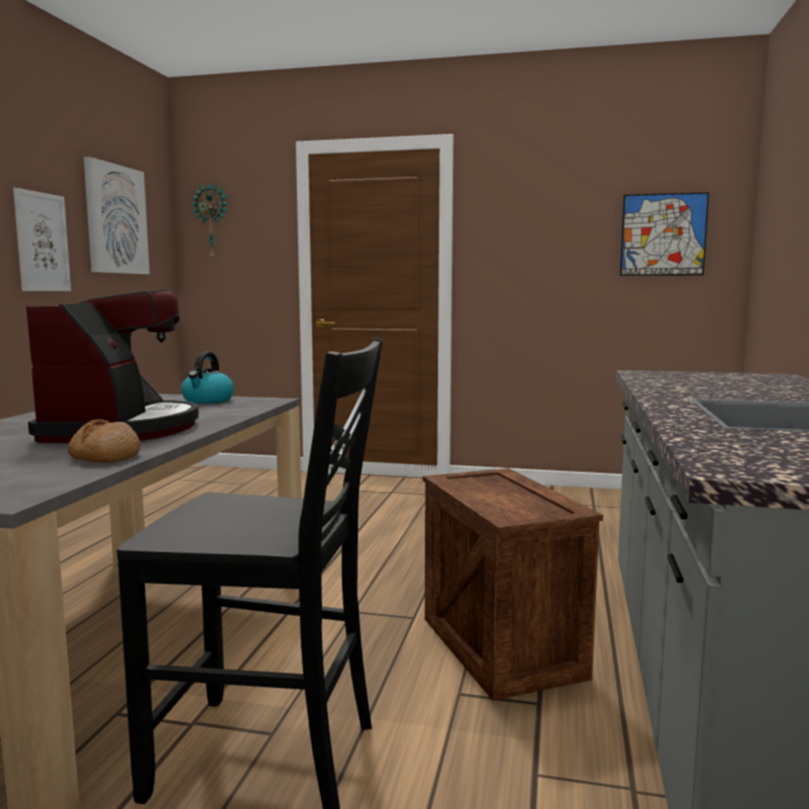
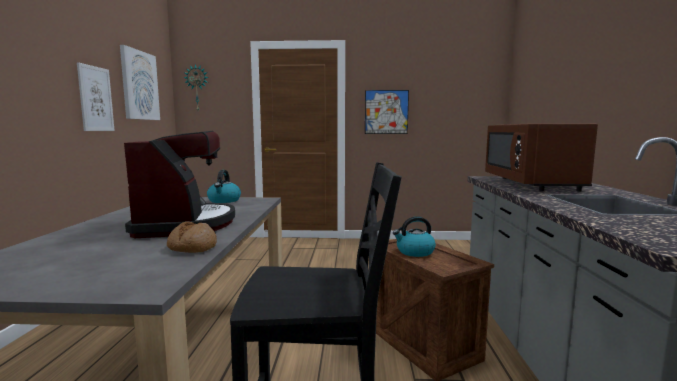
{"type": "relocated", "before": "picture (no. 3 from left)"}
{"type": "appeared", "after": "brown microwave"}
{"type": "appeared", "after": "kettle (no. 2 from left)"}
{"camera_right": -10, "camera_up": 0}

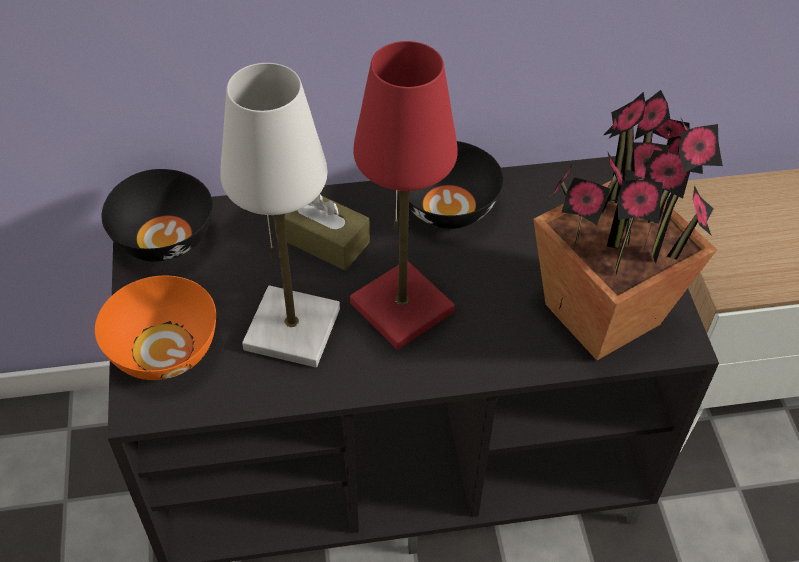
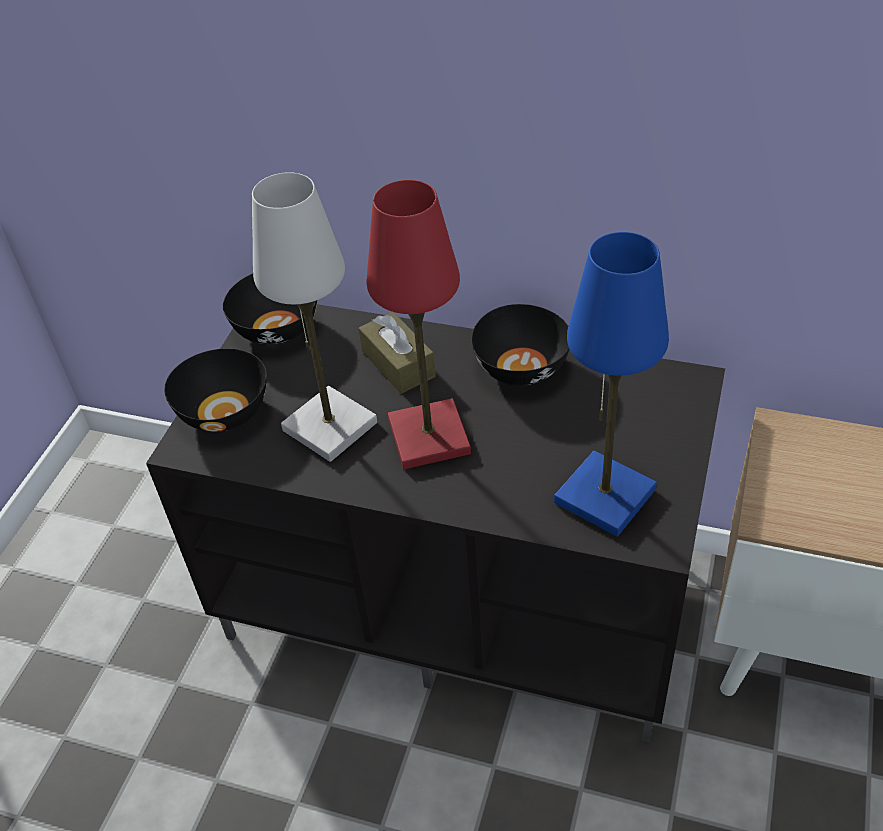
{"type": "exchanged", "before": "potted plant", "after": "blue table lamp"}
{"type": "colour", "before": "orange bowl", "after": "black bowl (no. 1 from left)"}
{"camera_right": 30, "camera_up": -5}

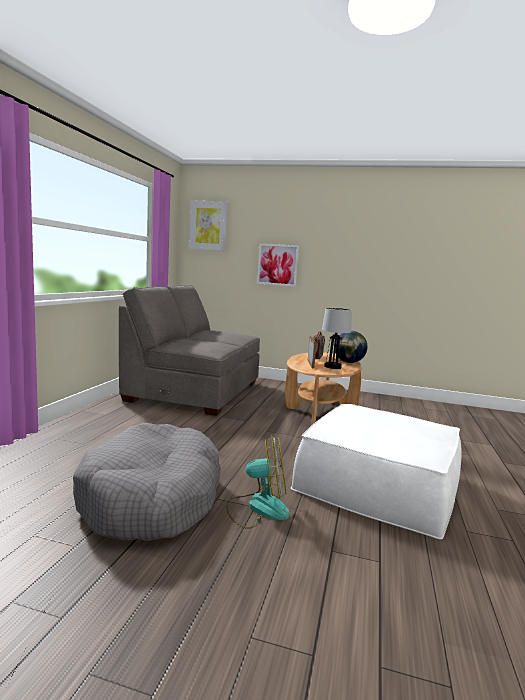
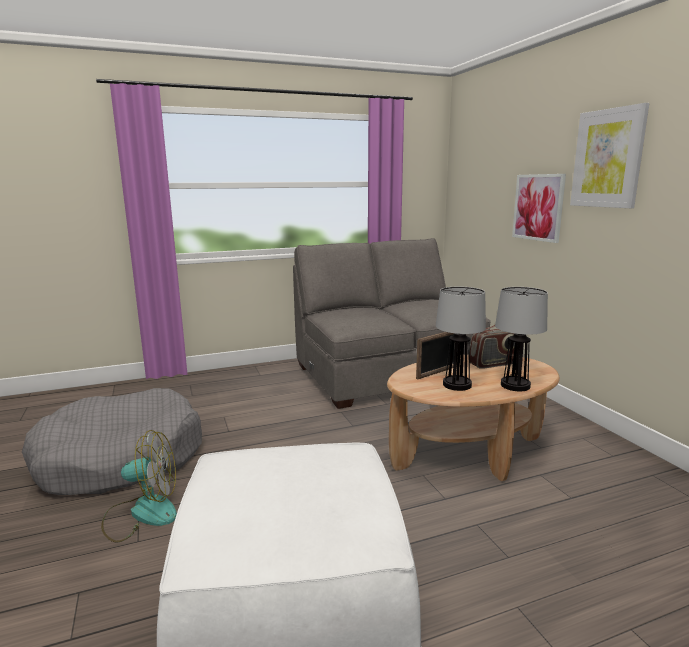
{"type": "relocated", "before": "picture (no. 1 from left in the first image)", "after": "picture (no. 2 from left)"}
{"type": "exchanged", "before": "globe", "after": "table lamp (no. 2 from left)"}
{"type": "spun", "before": "fan", "turn": -60}
{"camera_right": 55, "camera_up": 5}

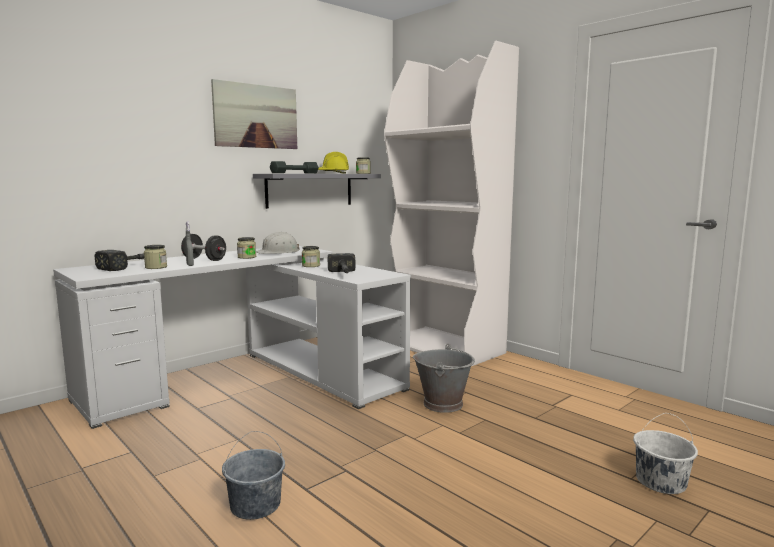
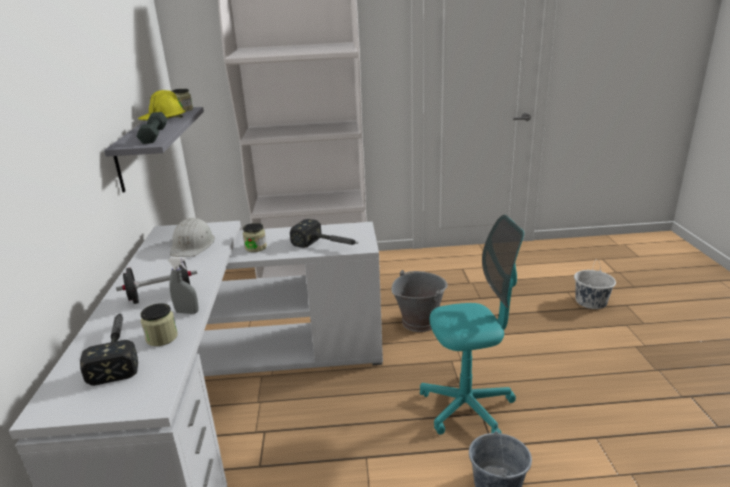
{"type": "missing", "before": "picture"}
{"type": "missing", "before": "jar (no. 2 from left)"}
{"type": "appeared", "after": "turquoise office chair"}
{"camera_right": -50, "camera_up": 15}

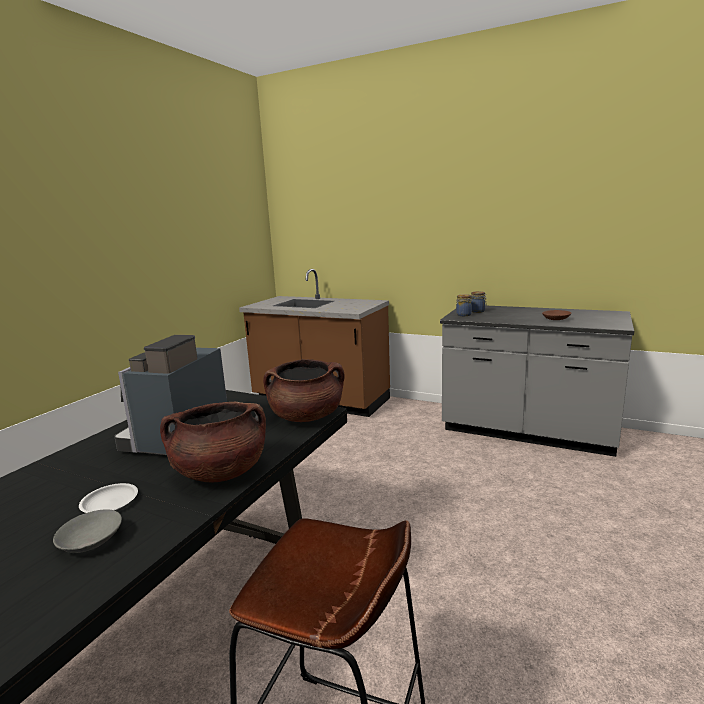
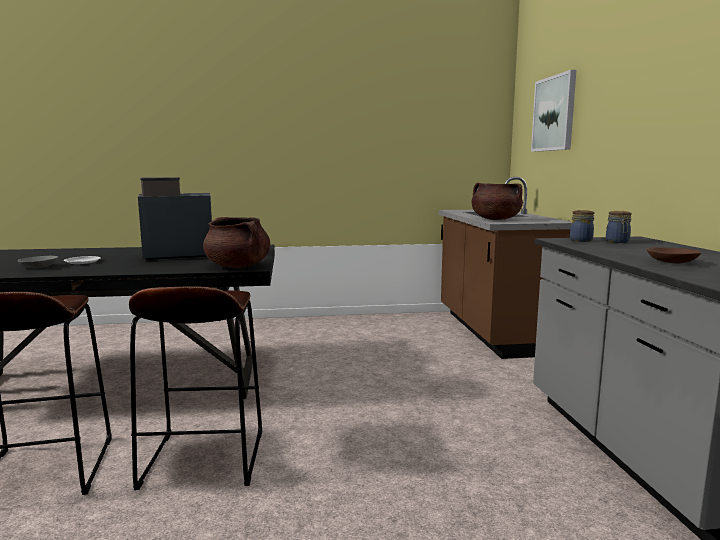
{"type": "relocated", "before": "brown cooking pot (no. 1 from left in the first image)", "after": "brown cooking pot (no. 2 from left)"}
{"type": "appeared", "after": "picture"}
{"type": "appeared", "after": "brown stool (no. 2 from left)"}
{"camera_right": 55, "camera_up": -5}

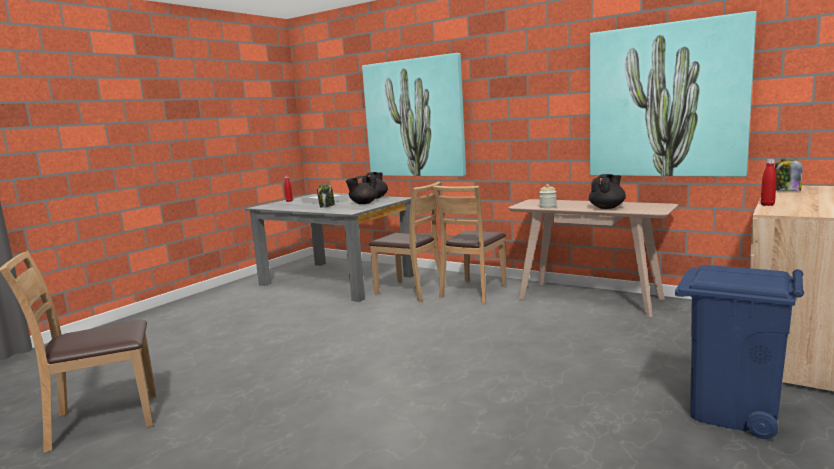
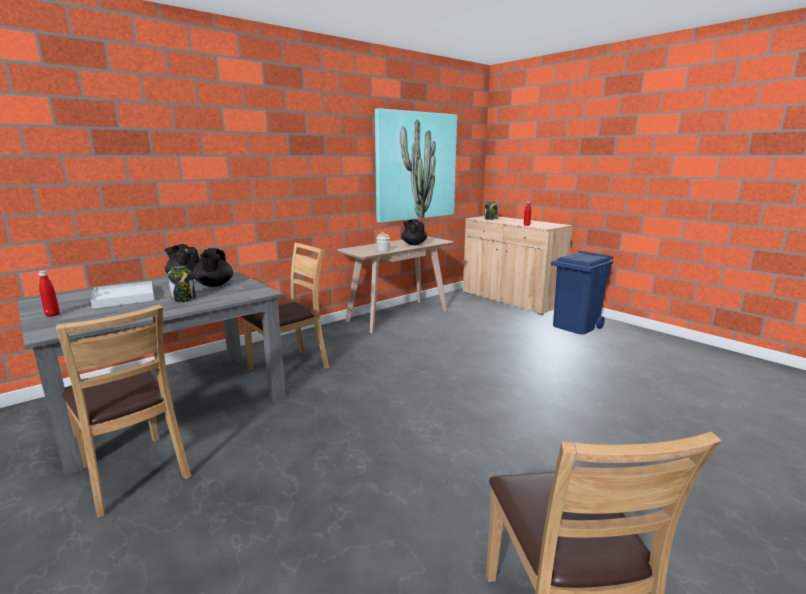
{"type": "missing", "before": "picture (no. 1 from left)"}
{"type": "relocated", "before": "brown chair (no. 3 from left in the first image)", "after": "brown chair (no. 1 from left)"}
{"camera_right": -75, "camera_up": 5}

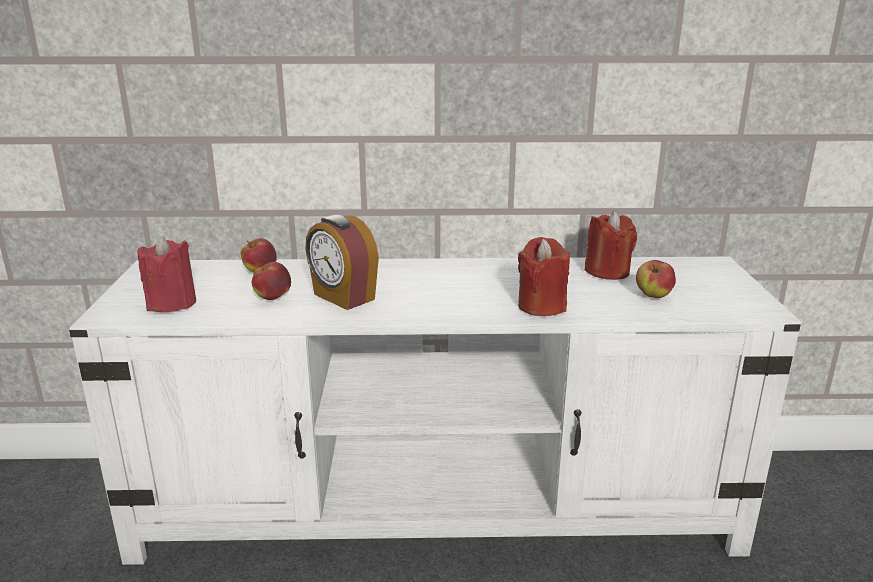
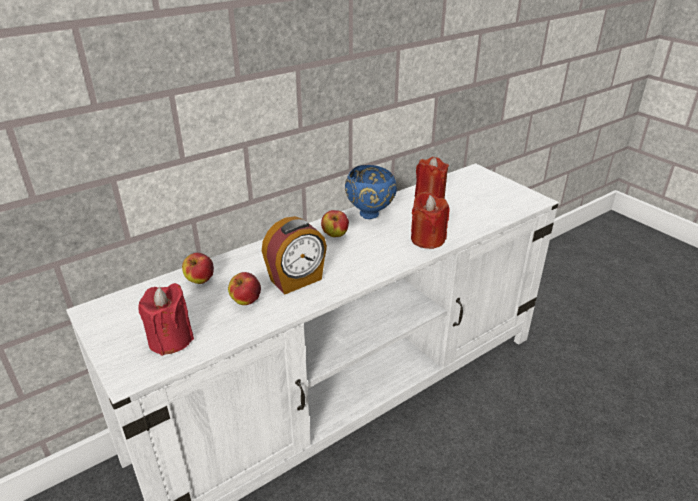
{"type": "spun", "before": "alarm clock", "turn": -45}
{"type": "relocated", "before": "apple (no. 3 from left)"}
{"type": "appeared", "after": "blue bowl"}
{"camera_right": -35, "camera_up": 10}

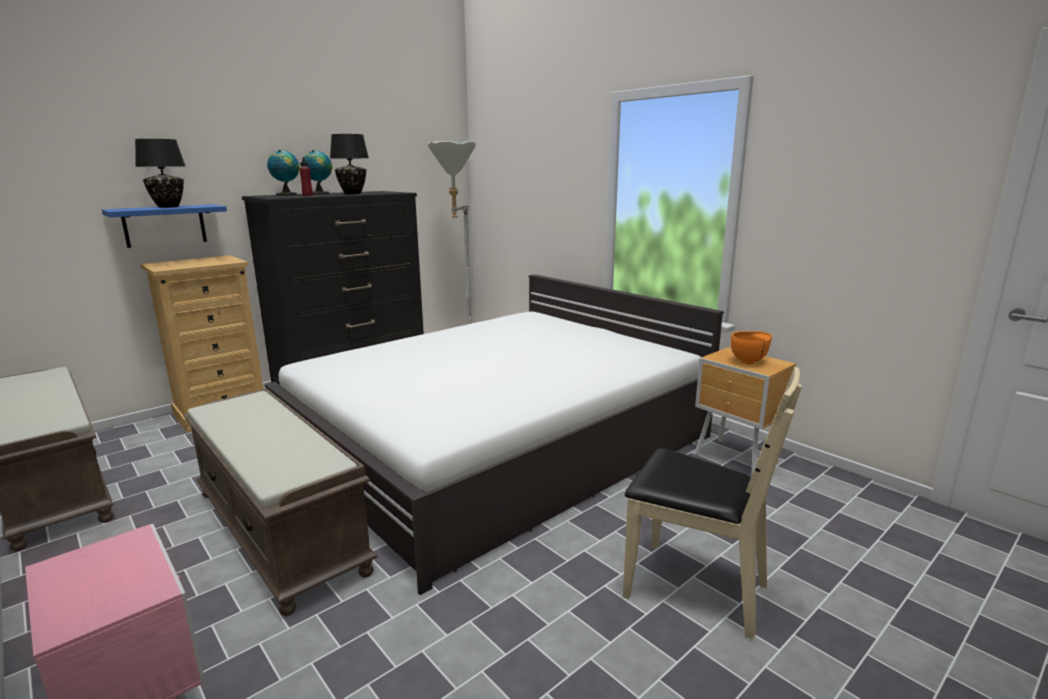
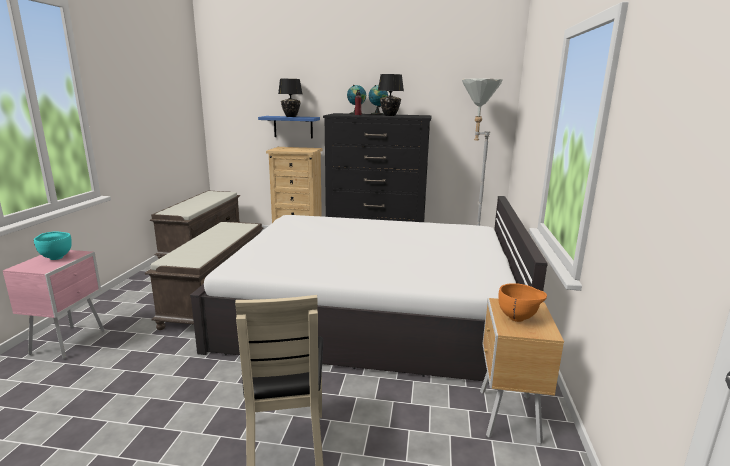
{"type": "appeared", "after": "turquoise bowl"}
{"camera_right": 50, "camera_up": 0}

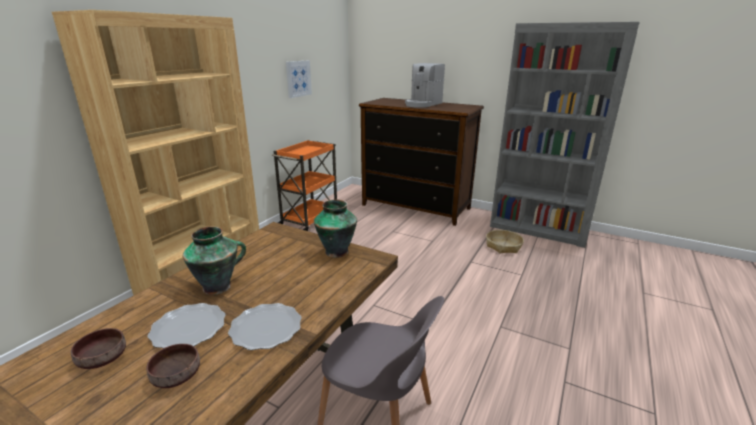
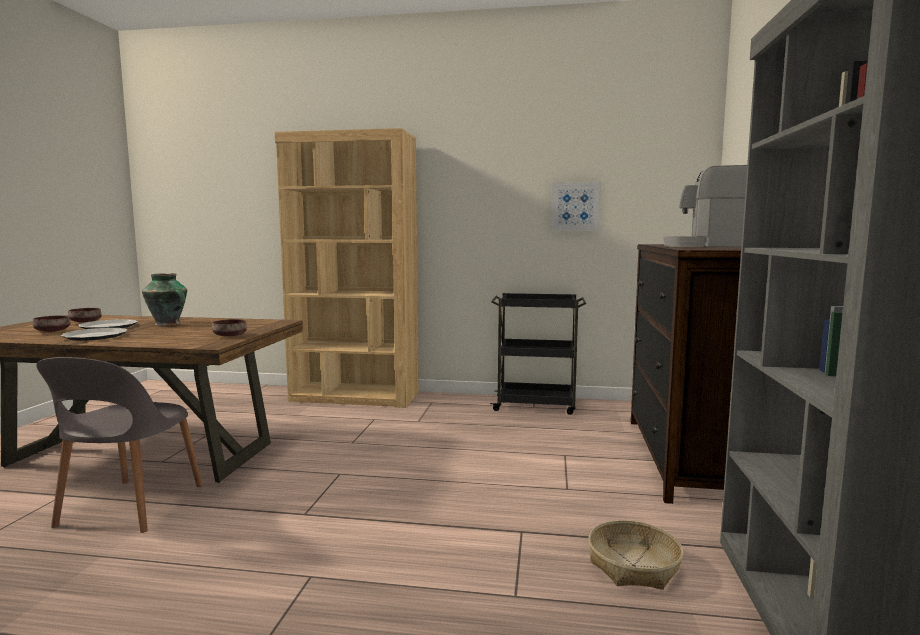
{"type": "colour", "before": "orange cart", "after": "black cart"}
{"type": "exchanged", "before": "vase (no. 2 from left)", "after": "brown bowl (no. 3 from left)"}
{"camera_right": 70, "camera_up": -15}

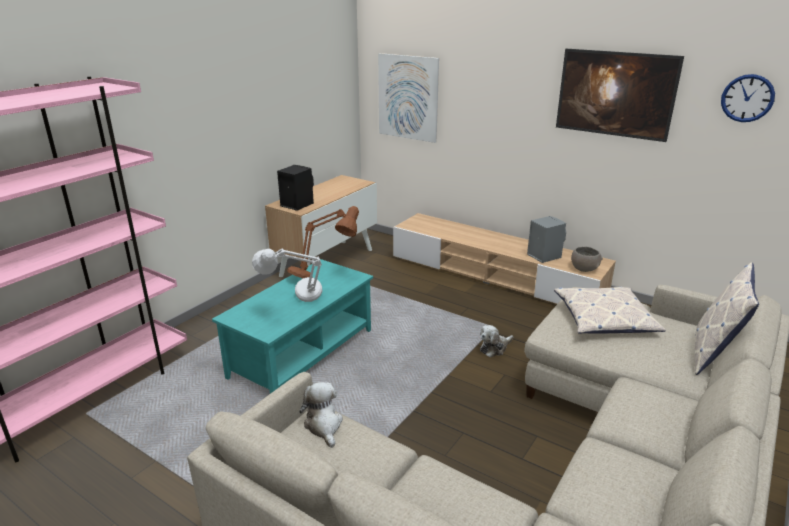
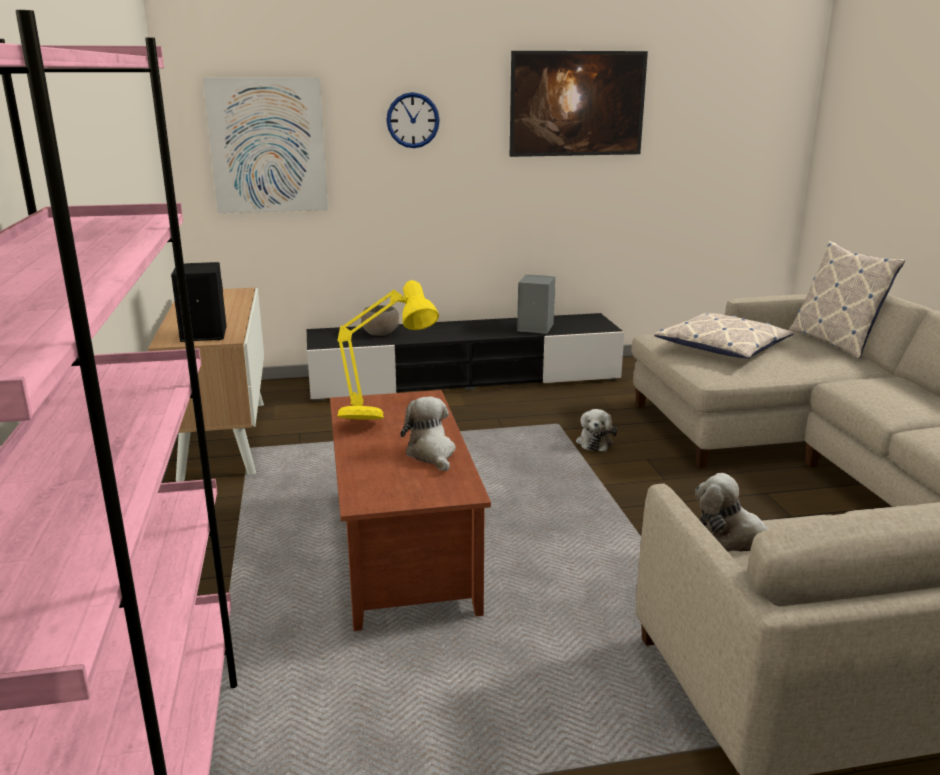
{"type": "relocated", "before": "wall clock"}
{"type": "colour", "before": "brown table lamp", "after": "yellow table lamp"}
{"type": "colour", "before": "beige tv stand", "after": "black tv stand"}
{"type": "relocated", "before": "grey bowl"}
{"type": "exchanged", "before": "grey table lamp", "after": "plush toy (no. 1 from left)"}
{"type": "colour", "before": "turquoise coffee table", "after": "brown coffee table"}
{"camera_right": -45, "camera_up": -5}

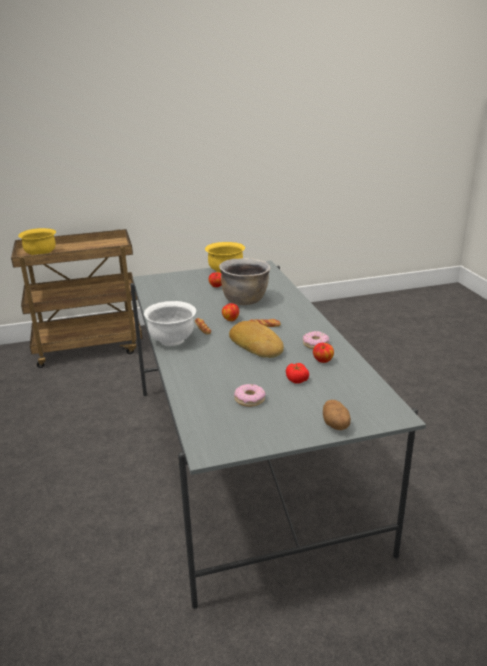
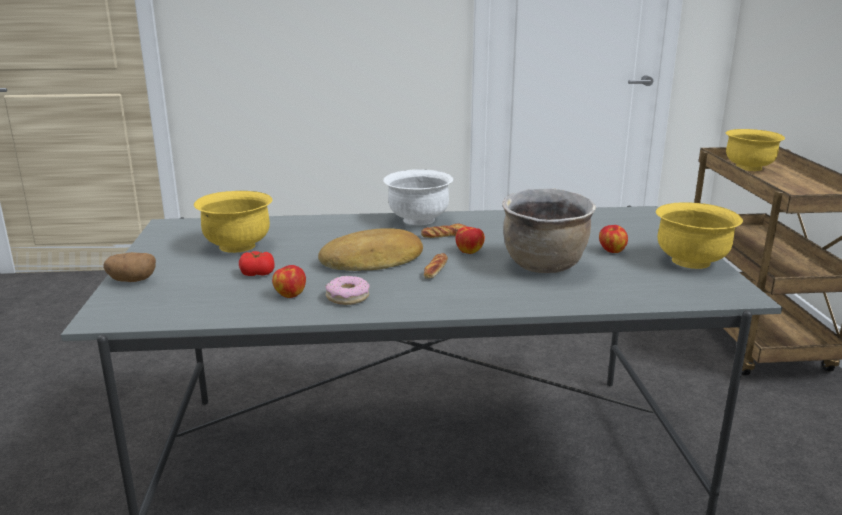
{"type": "exchanged", "before": "donut (no. 1 from left)", "after": "yellow bowl (no. 1 from left)"}
{"camera_right": 100, "camera_up": -5}

